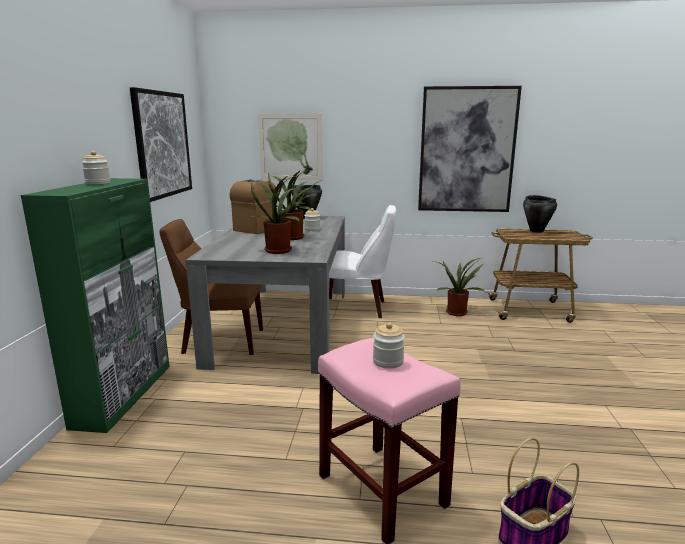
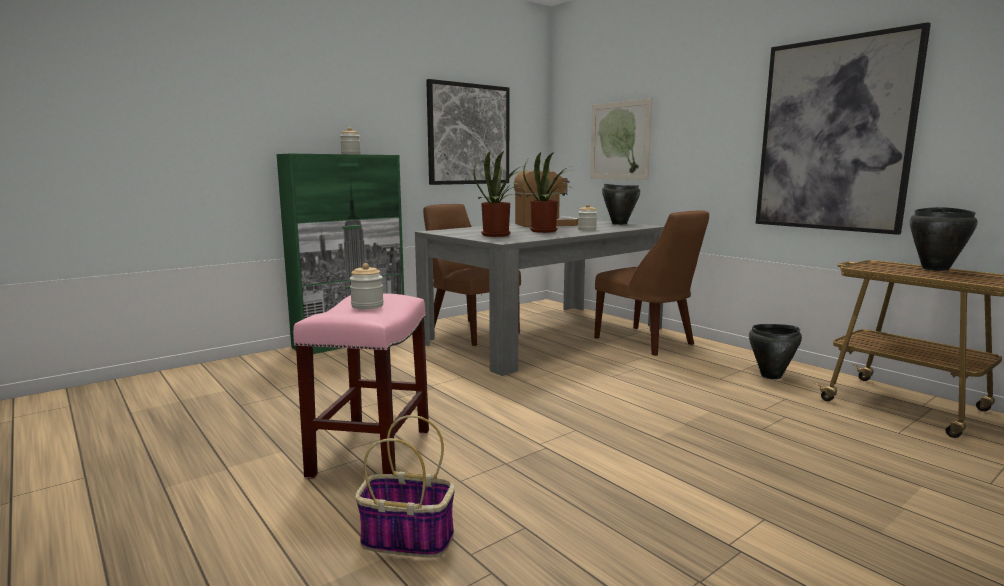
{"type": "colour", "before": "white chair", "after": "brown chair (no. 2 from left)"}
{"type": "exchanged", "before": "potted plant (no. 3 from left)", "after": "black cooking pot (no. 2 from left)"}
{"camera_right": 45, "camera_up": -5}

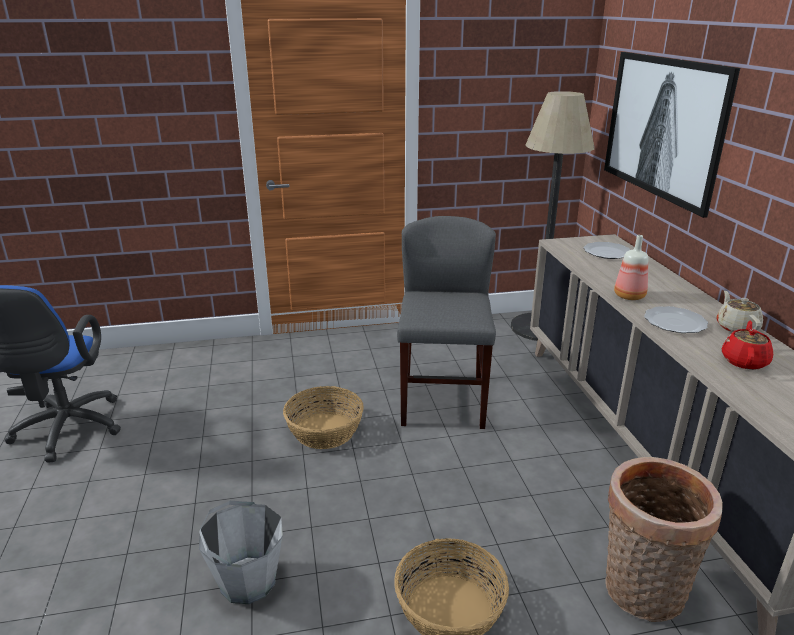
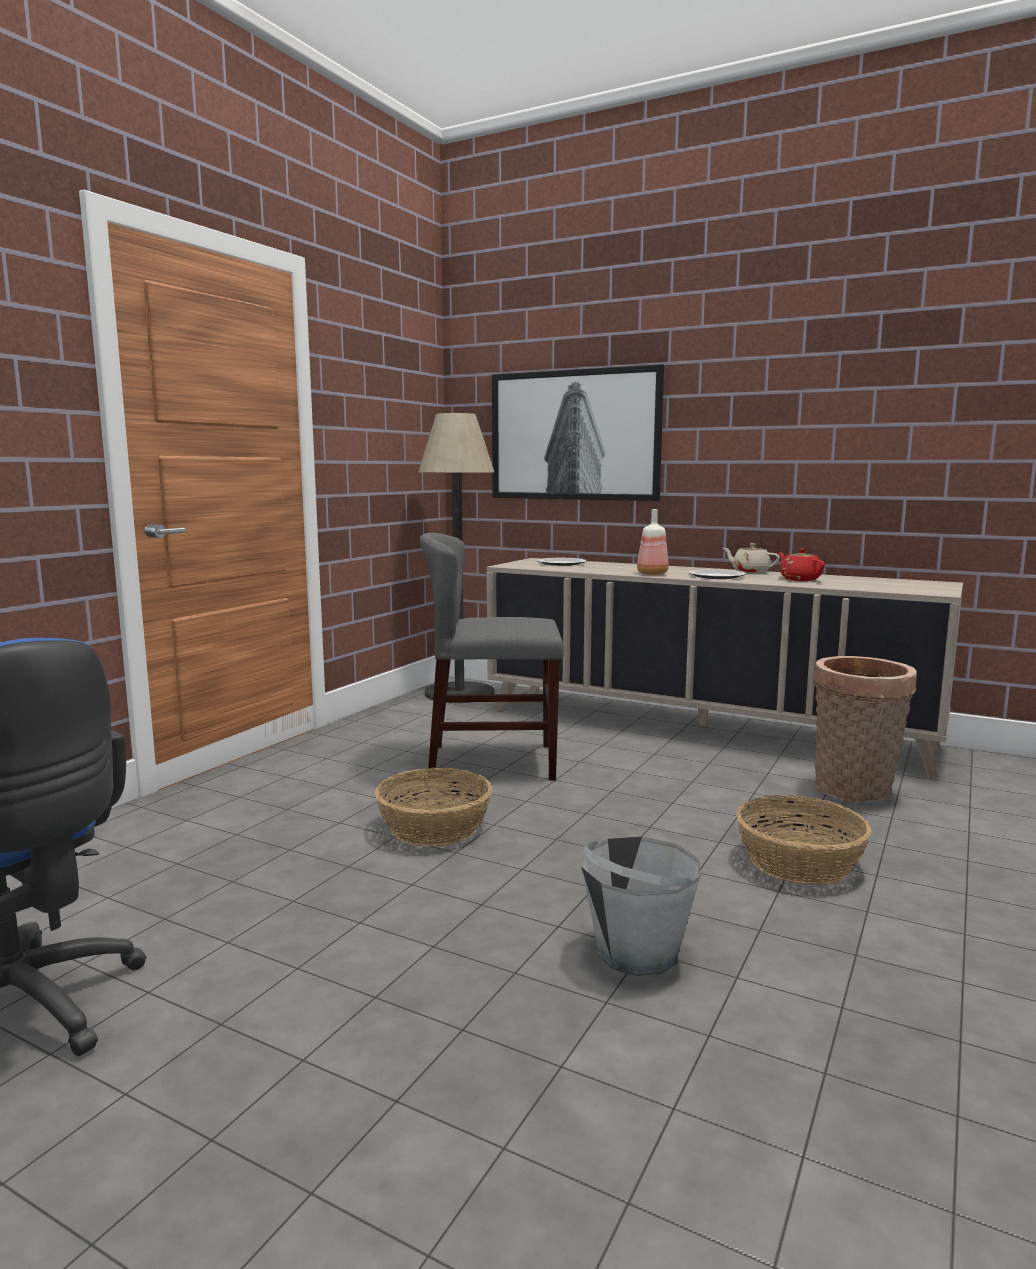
{"type": "spun", "before": "grey chair", "turn": -45}
{"camera_right": -50, "camera_up": -15}

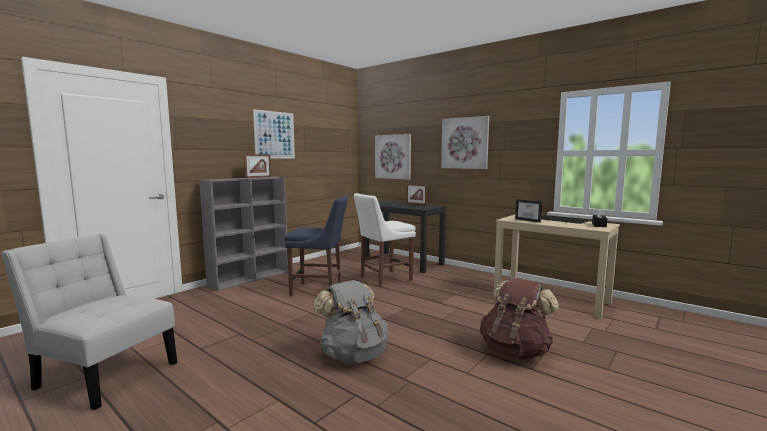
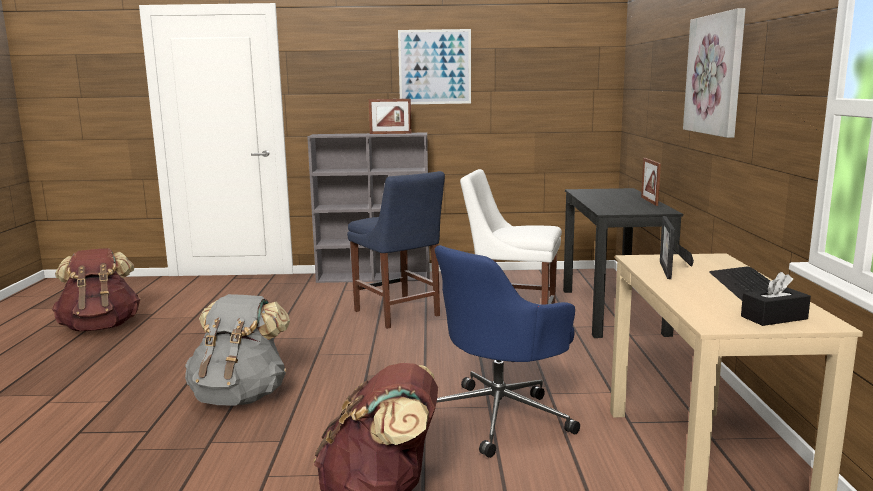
{"type": "missing", "before": "picture (no. 2 from left)"}
{"type": "exchanged", "before": "white chair (no. 1 from left)", "after": "brown backpack (no. 1 from left)"}
{"type": "appeared", "after": "blue office chair"}
{"camera_right": 50, "camera_up": 5}

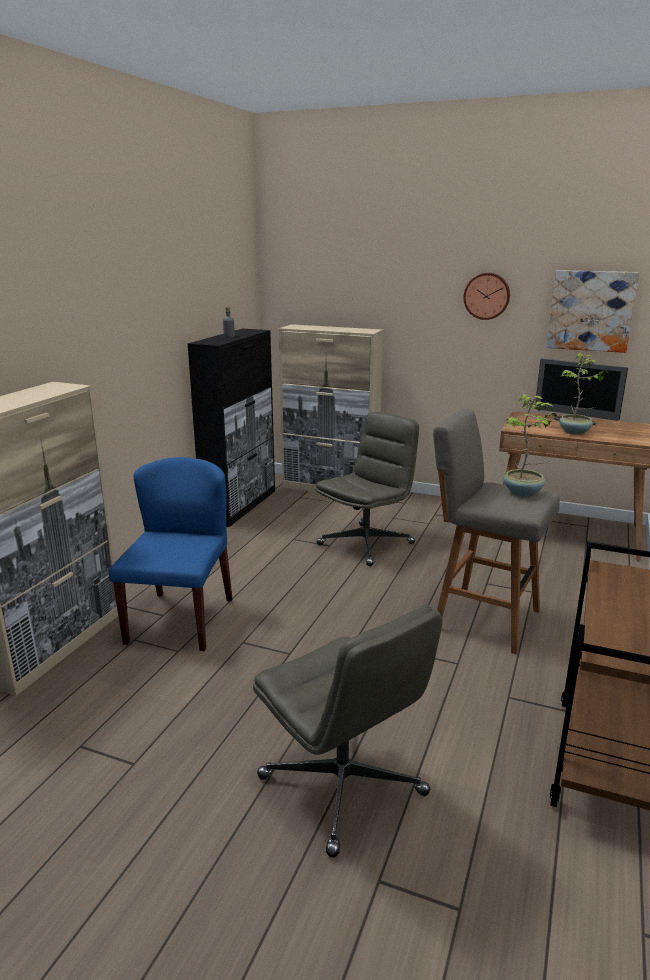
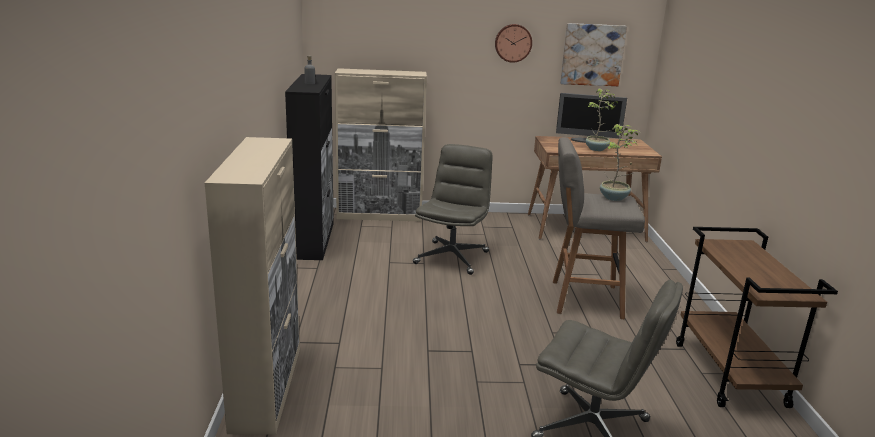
{"type": "missing", "before": "blue chair"}
{"camera_right": -25, "camera_up": 0}

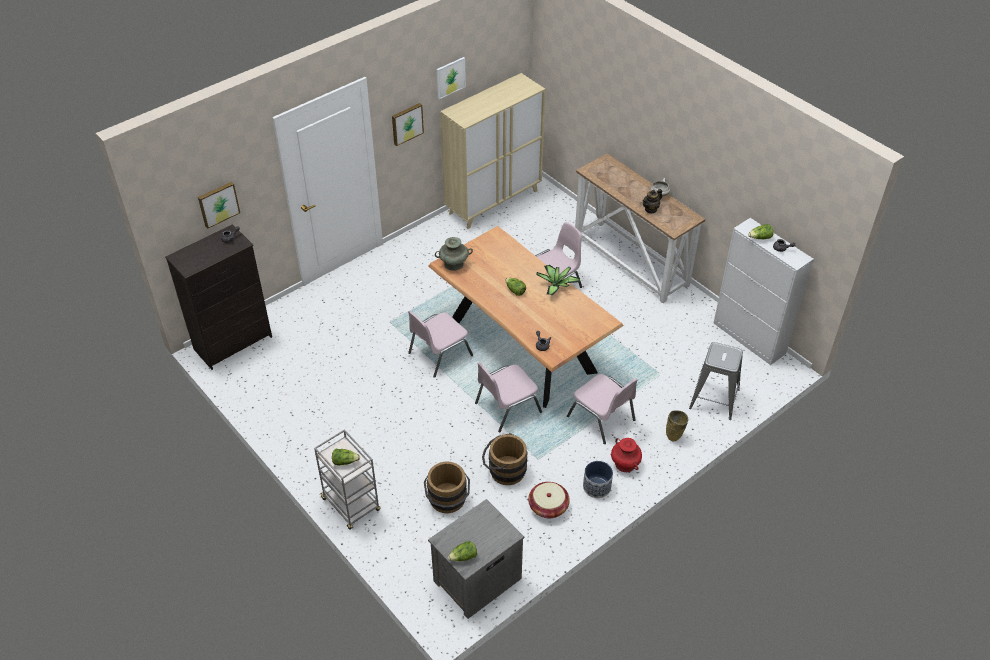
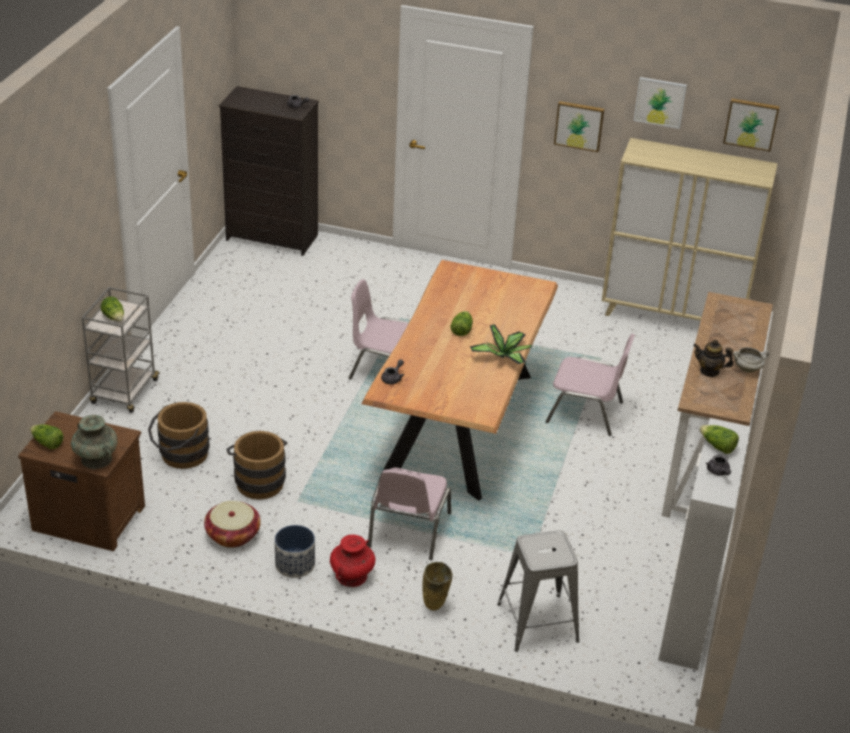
{"type": "relocated", "before": "picture (no. 1 from left in the first image)", "after": "picture (no. 3 from left)"}
{"type": "relocated", "before": "turquoise vase"}
{"type": "missing", "before": "pink chair (no. 2 from left)"}
{"type": "colour", "before": "grey nightstand", "after": "brown nightstand"}
{"camera_right": 55, "camera_up": -10}

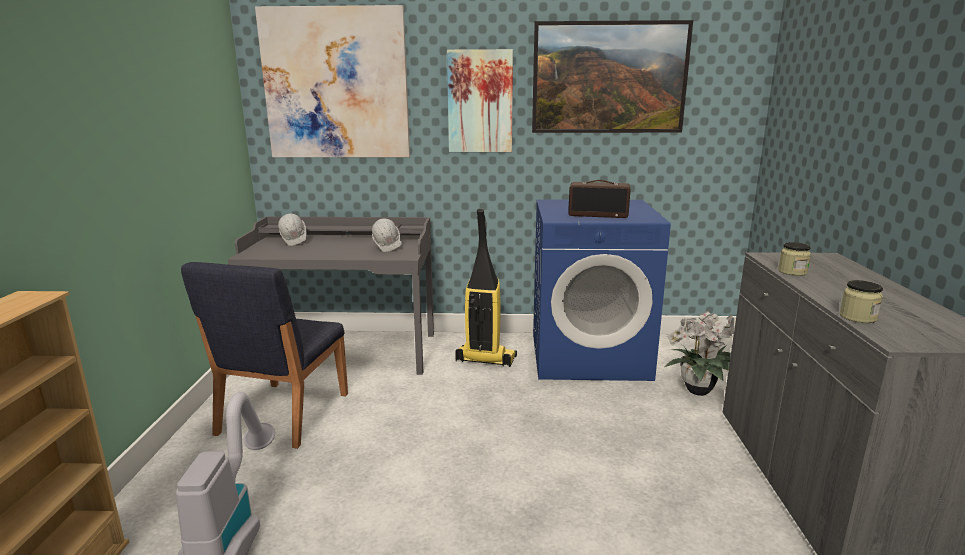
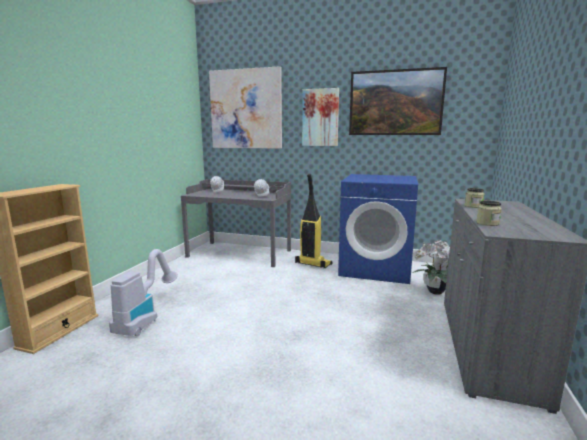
{"type": "missing", "before": "radio"}
{"type": "missing", "before": "blue chair"}
{"camera_right": 15, "camera_up": -5}

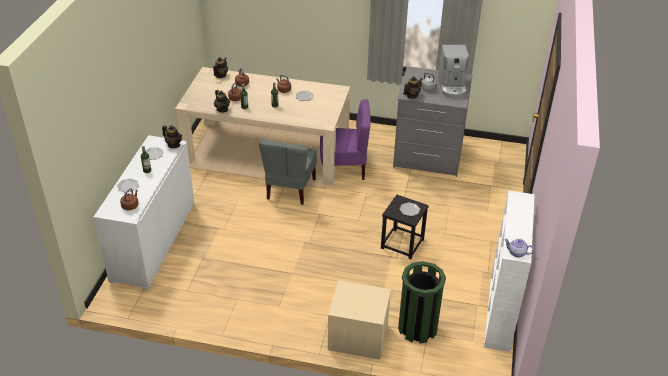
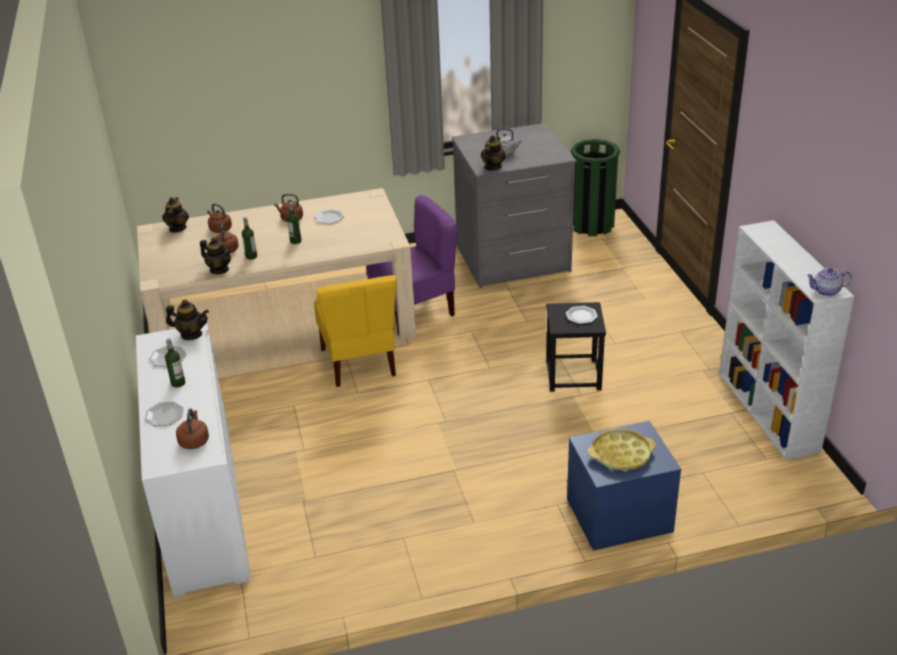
{"type": "missing", "before": "coffee machine"}
{"type": "colour", "before": "grey chair", "after": "yellow chair"}
{"type": "relocated", "before": "green trash can"}
{"type": "colour", "before": "beige nightstand", "after": "blue nightstand"}
{"type": "appeared", "after": "yellow tray"}
{"camera_right": -25, "camera_up": -5}

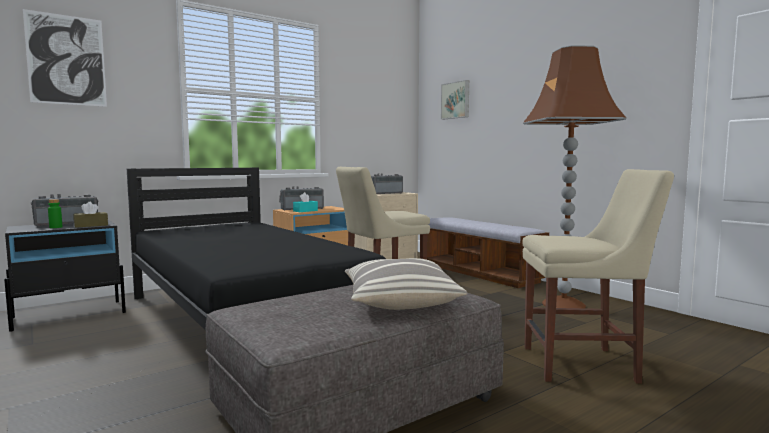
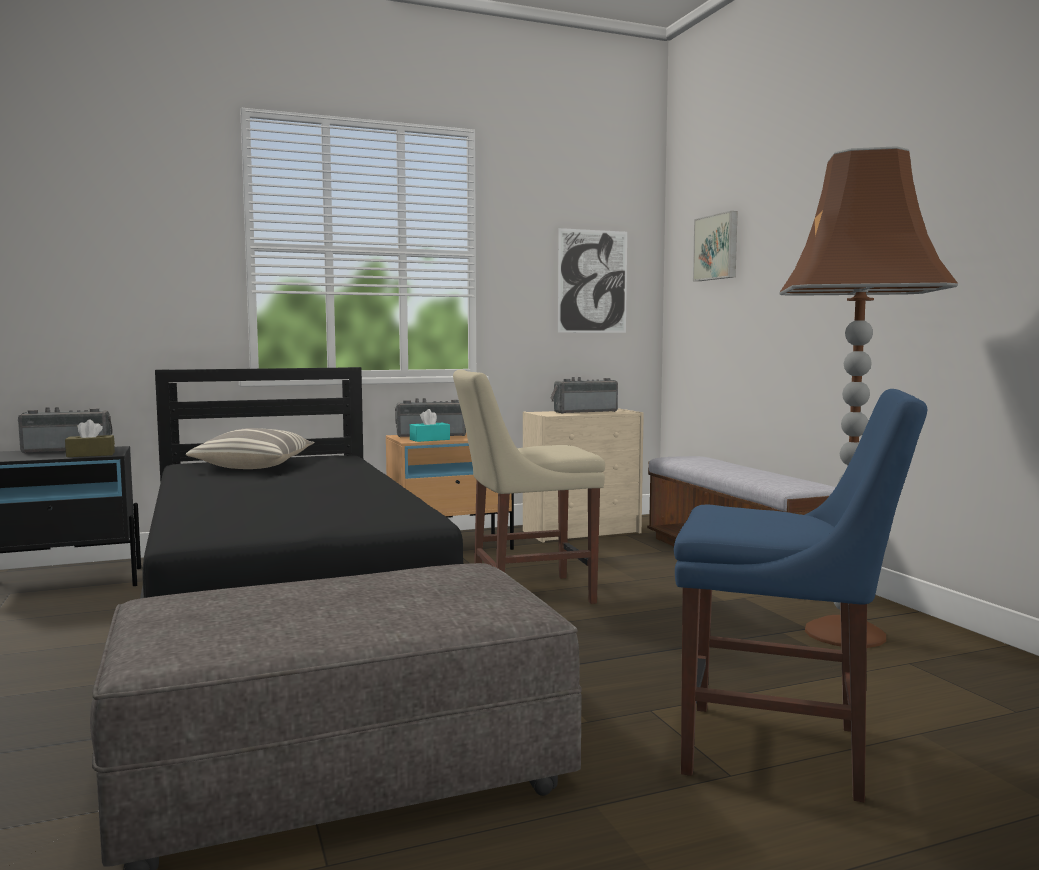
{"type": "relocated", "before": "picture (no. 1 from left)"}
{"type": "colour", "before": "beige chair (no. 2 from left)", "after": "blue chair"}
{"type": "missing", "before": "green bottle"}
{"type": "relocated", "before": "pillow"}
{"camera_right": 15, "camera_up": 0}

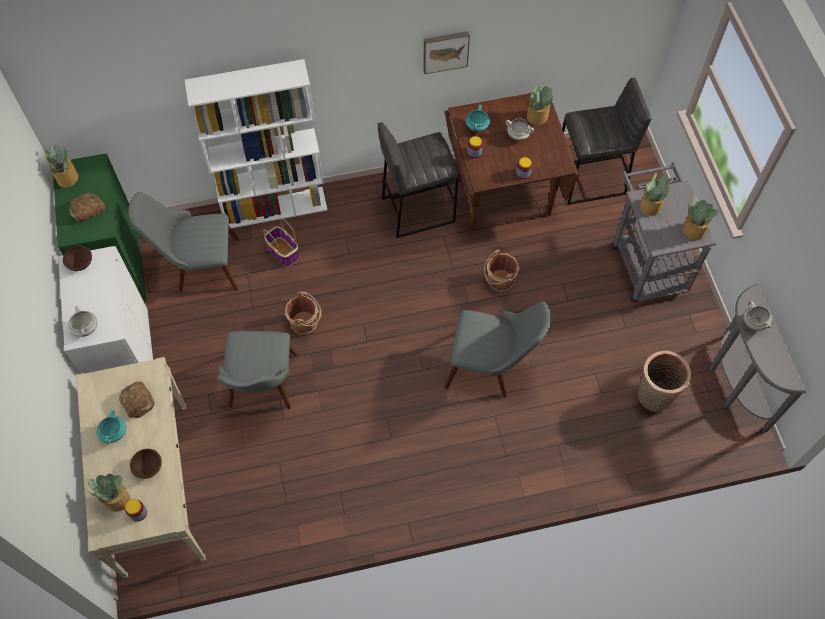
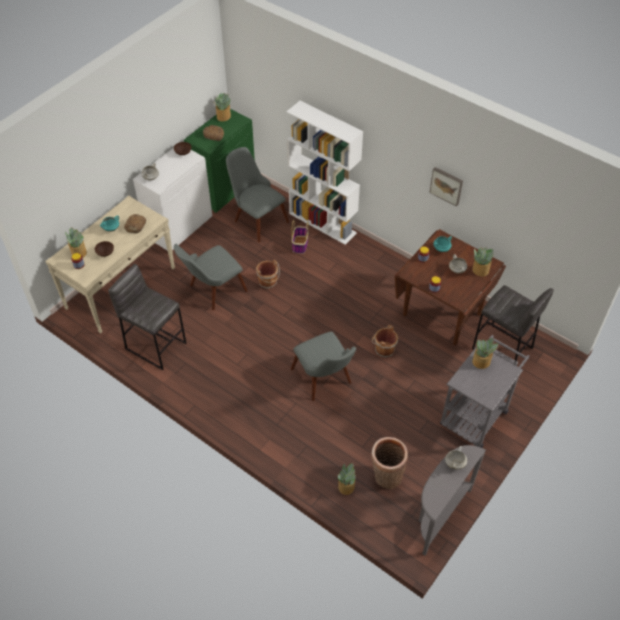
{"type": "relocated", "before": "grey stool (no. 1 from left)"}
{"type": "relocated", "before": "potted plant (no. 5 from left in the first image)", "after": "potted plant (no. 3 from left)"}
{"camera_right": 50, "camera_up": -10}

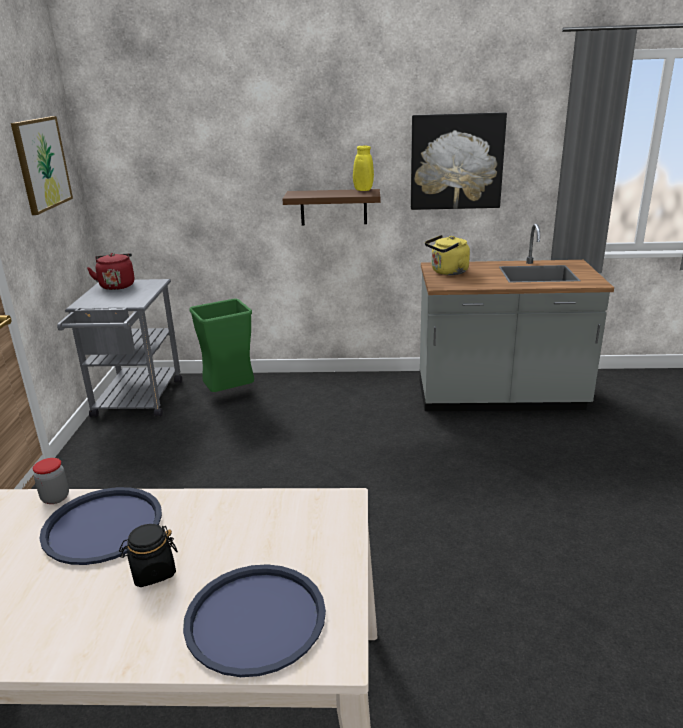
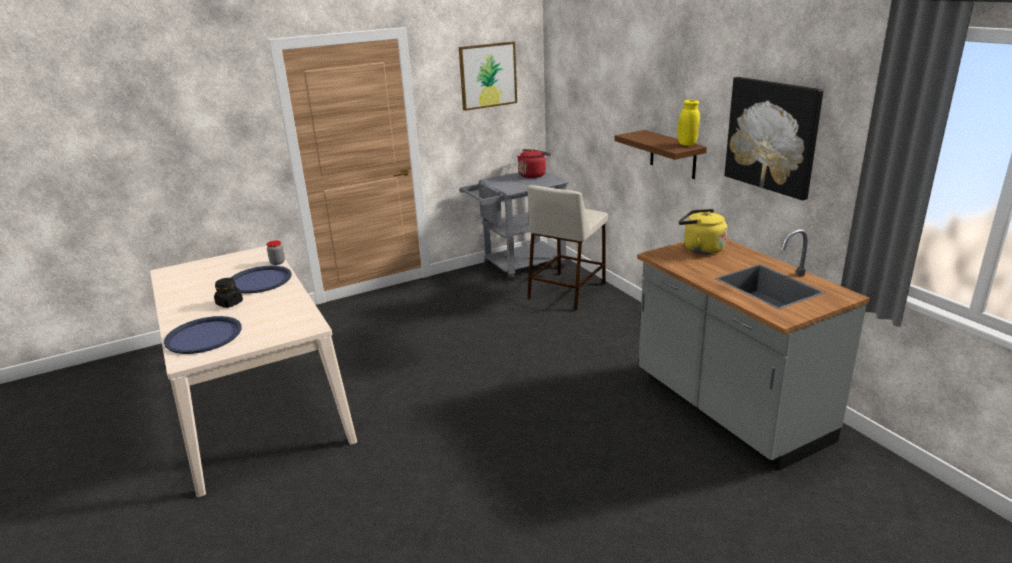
{"type": "exchanged", "before": "green trash can", "after": "beige stool"}
{"camera_right": 60, "camera_up": 0}

